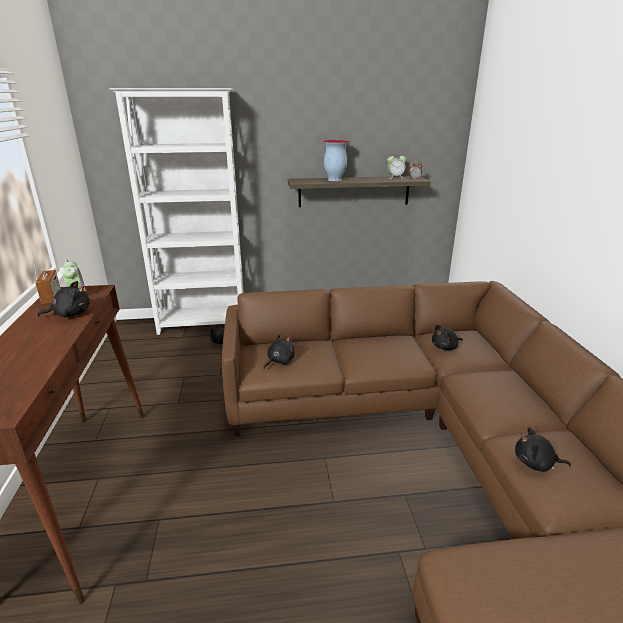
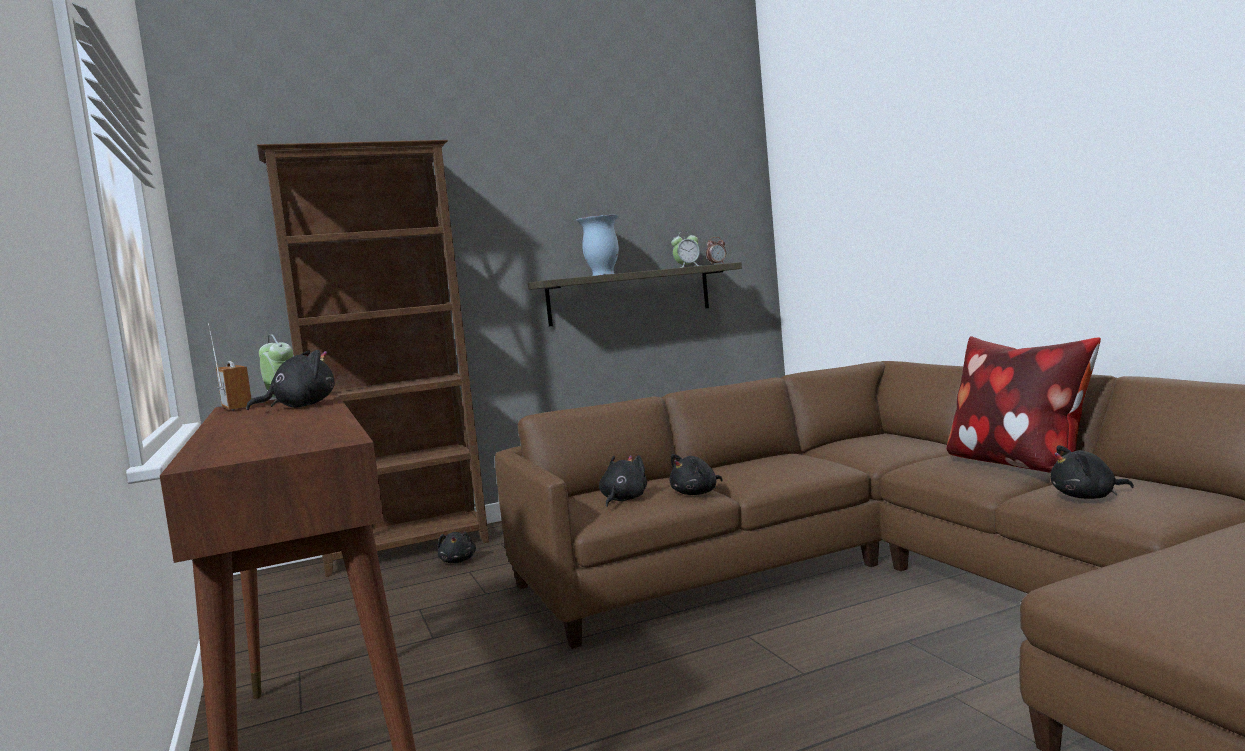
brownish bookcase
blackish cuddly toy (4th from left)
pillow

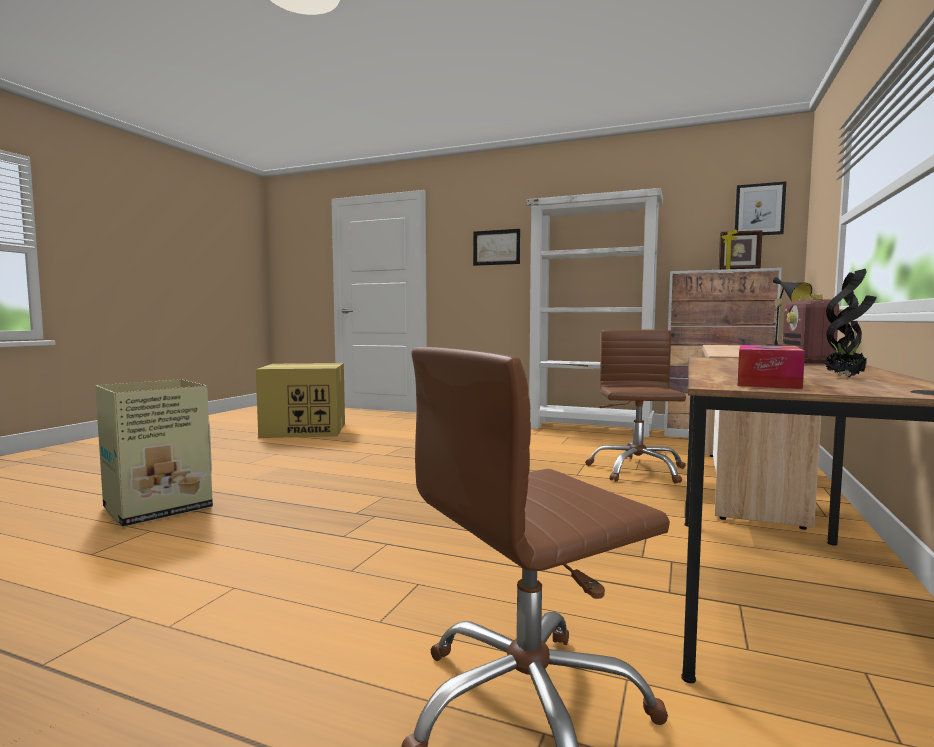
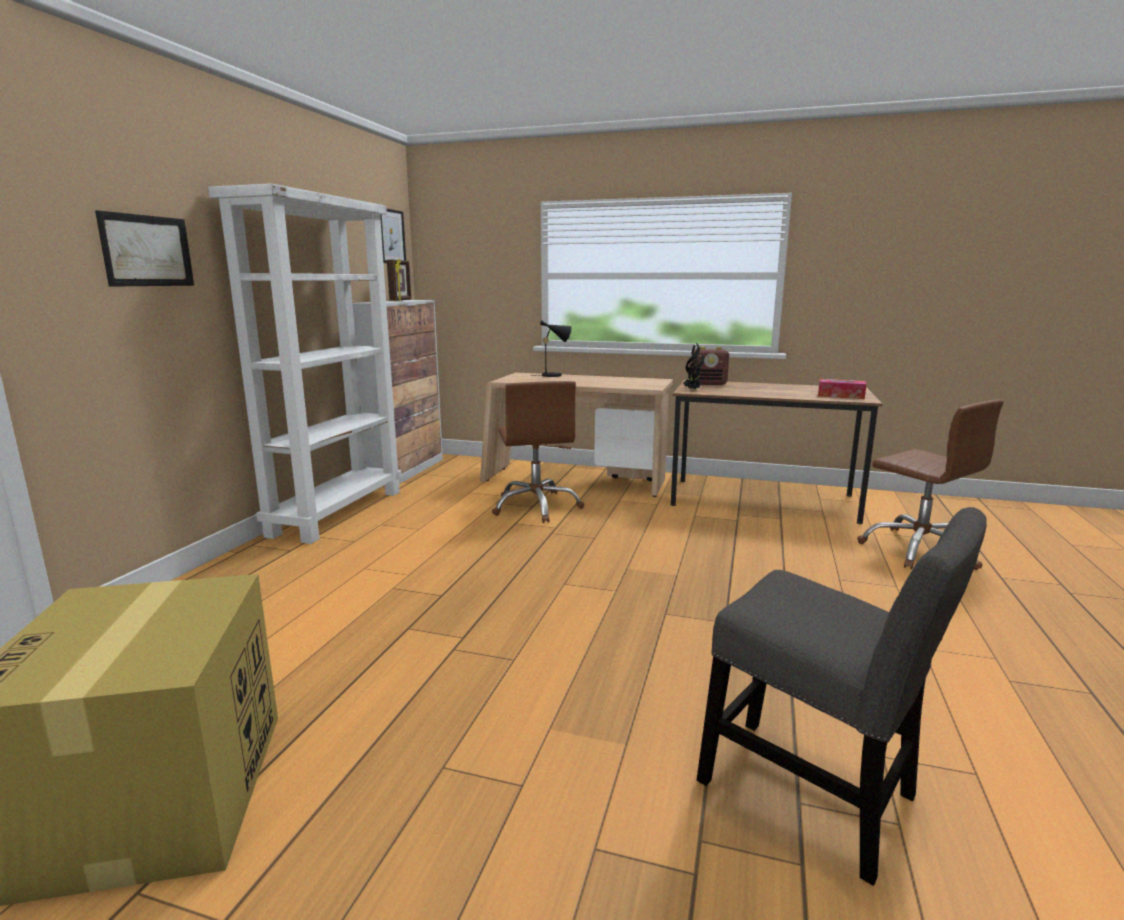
brownish office chair (1st from left)
plant in a pot
greyish upright chair

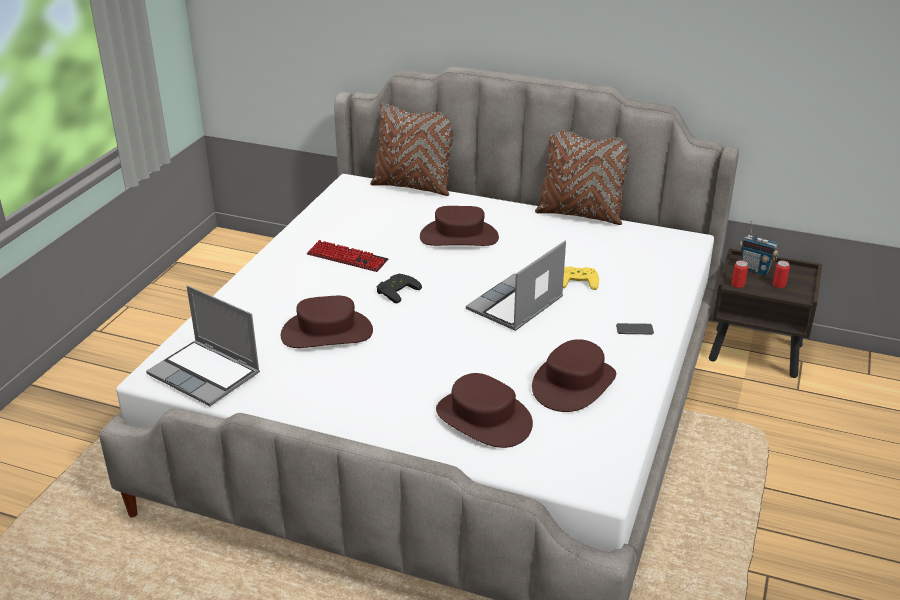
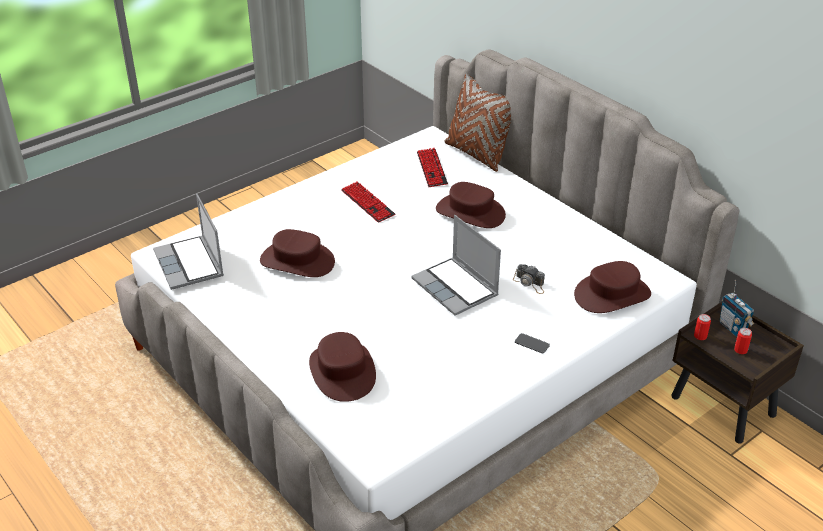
laptop (2nd from left)
keyboard (2nd from left)
still camera
brownish hat (4th from left)
blackish joypad
brownish pillow (2nd from left in the first image)

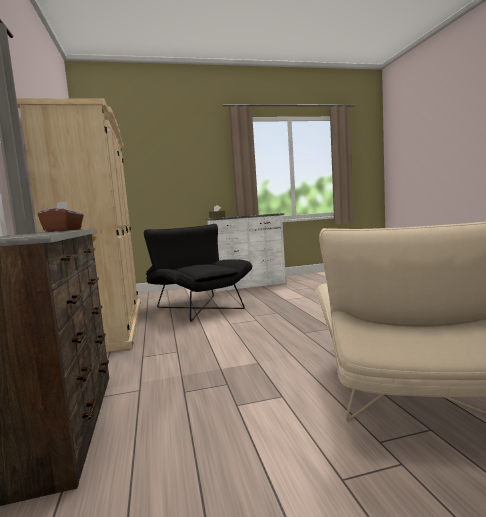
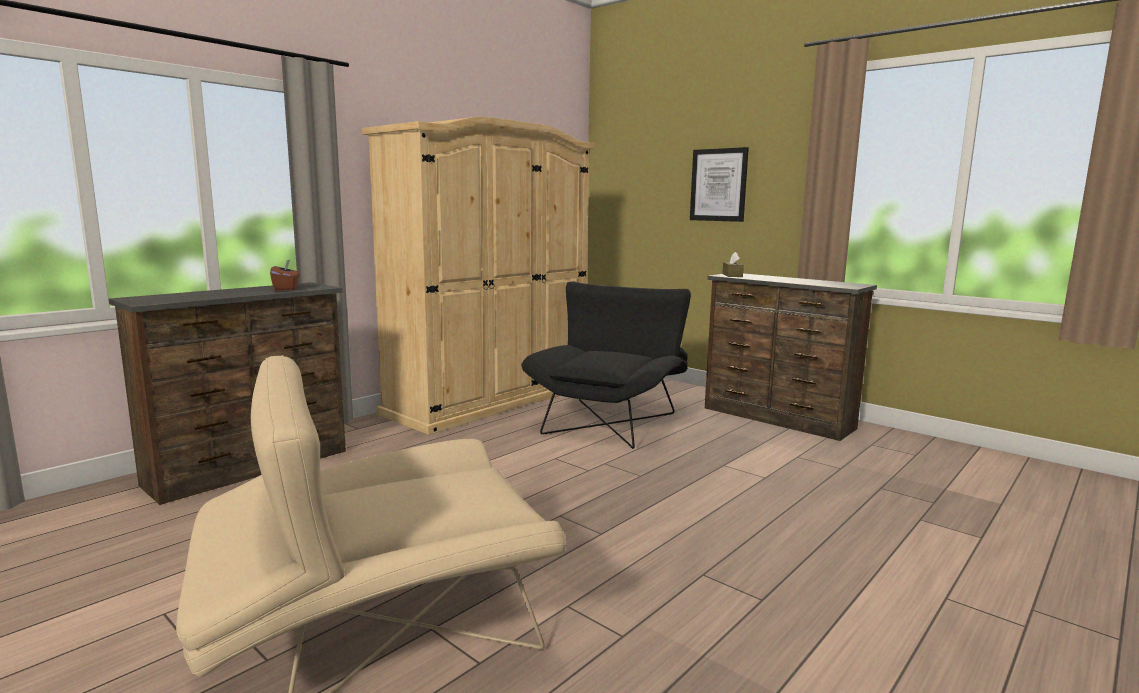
picture
brownish chest of drawers (2nd from left)

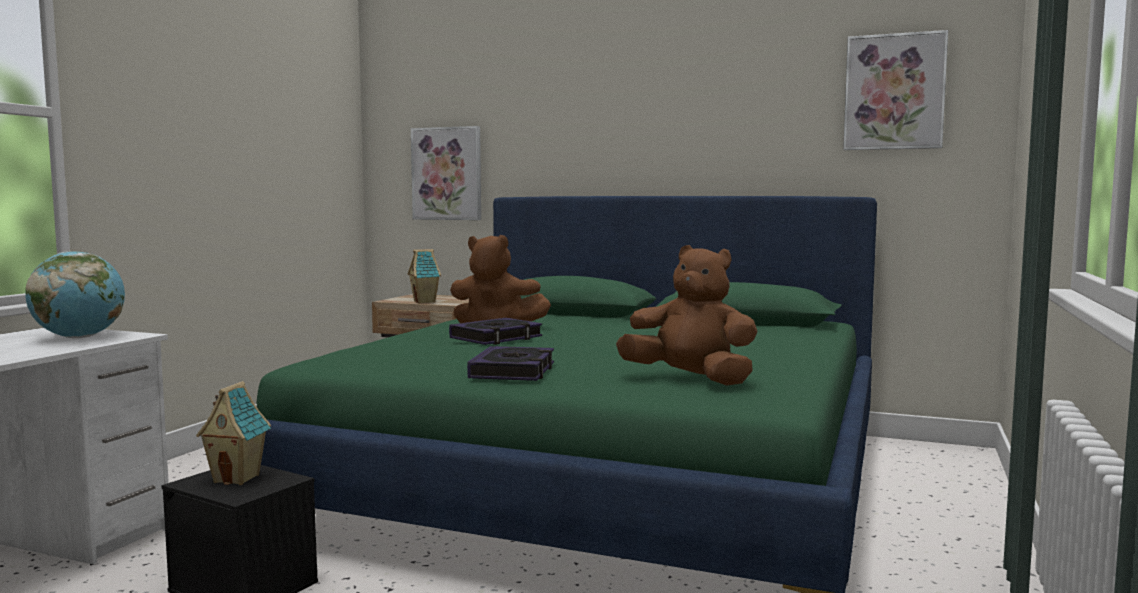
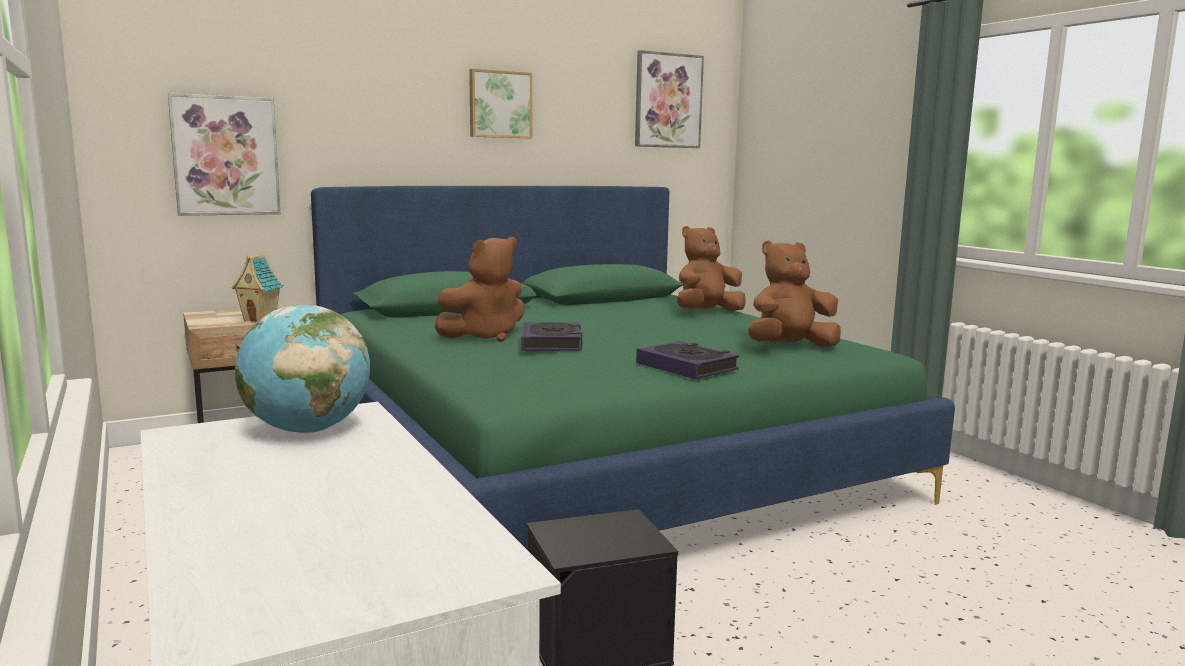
picture (2nd from left)
brownish cuddly toy (2nd from left)
model house (1st from left in the first image)

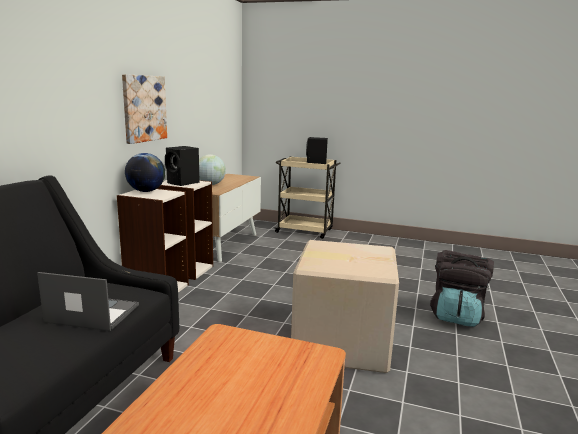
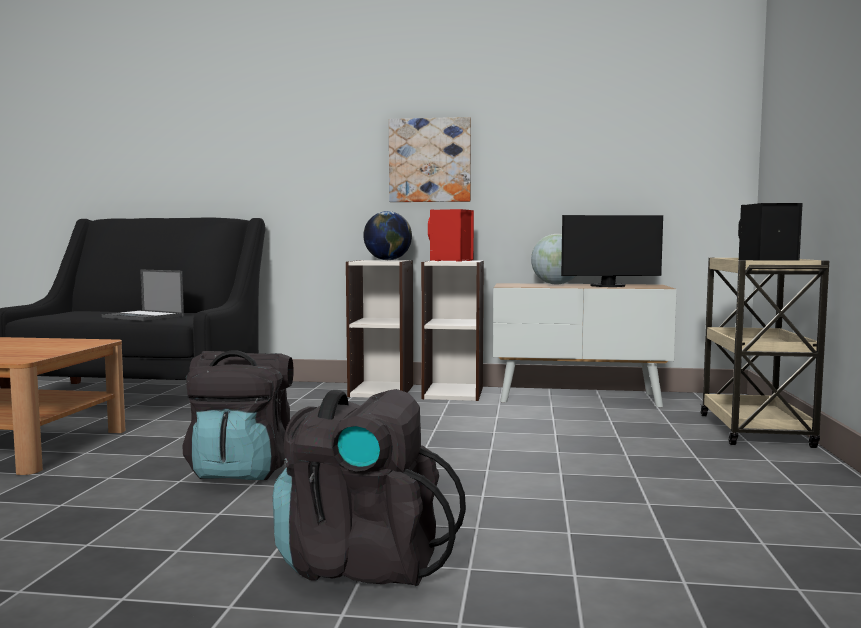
laptop
blackish rucksack (1st from left)
reddish audio speaker
computer screen

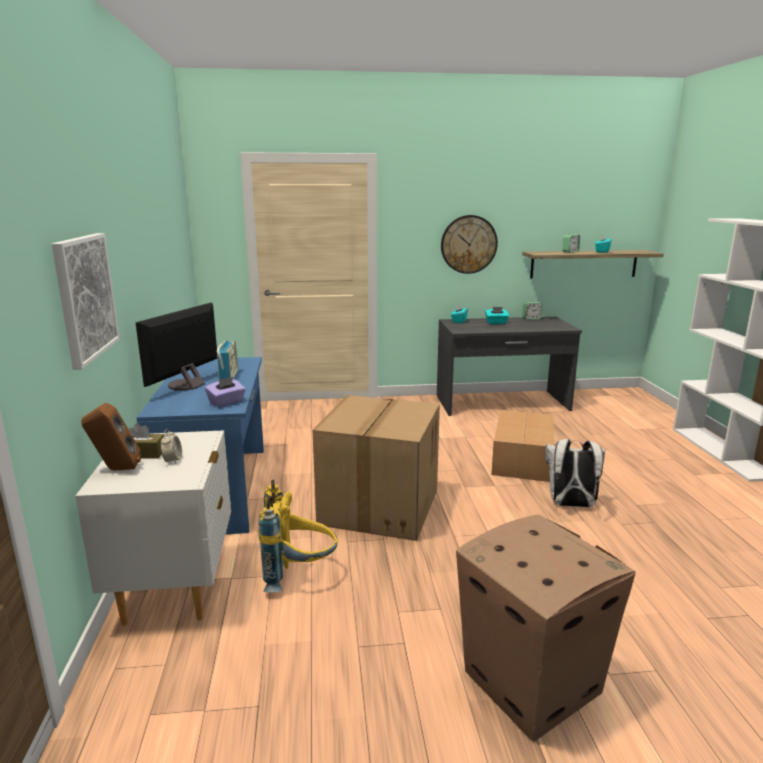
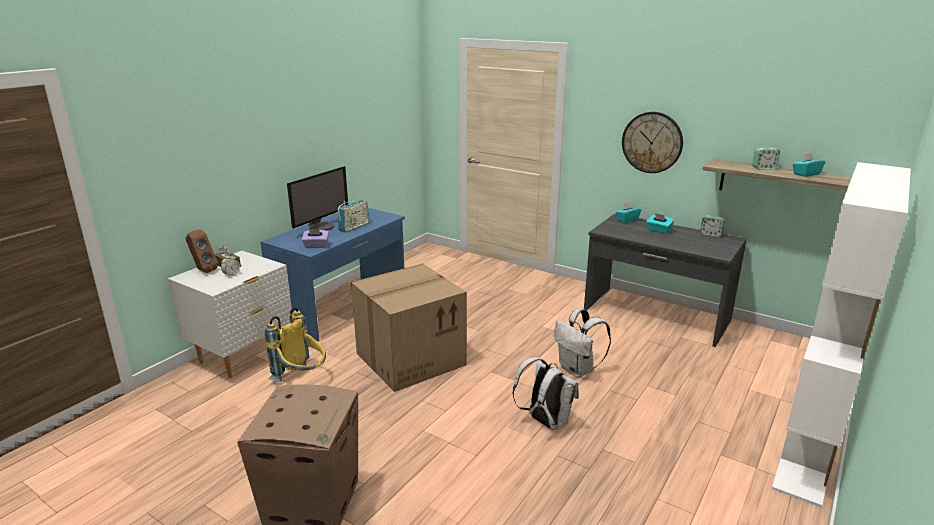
computer screen
white-coloured rucksack (2nd from left)
picture

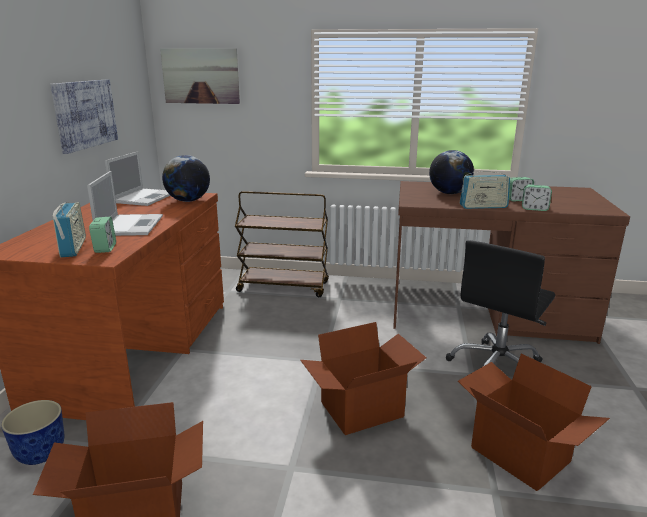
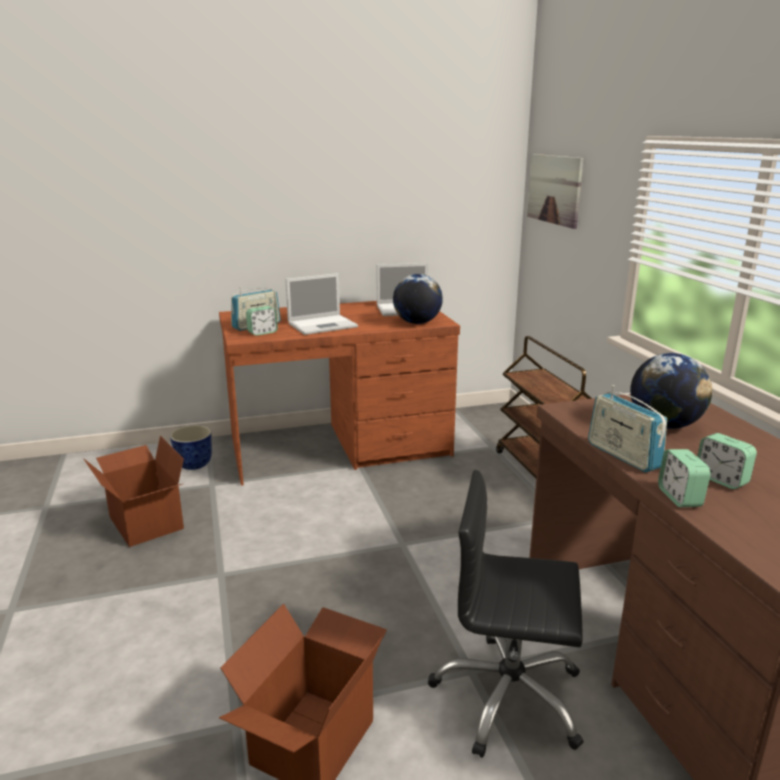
picture (1st from left in the first image)
cardboard box (2nd from left in the first image)

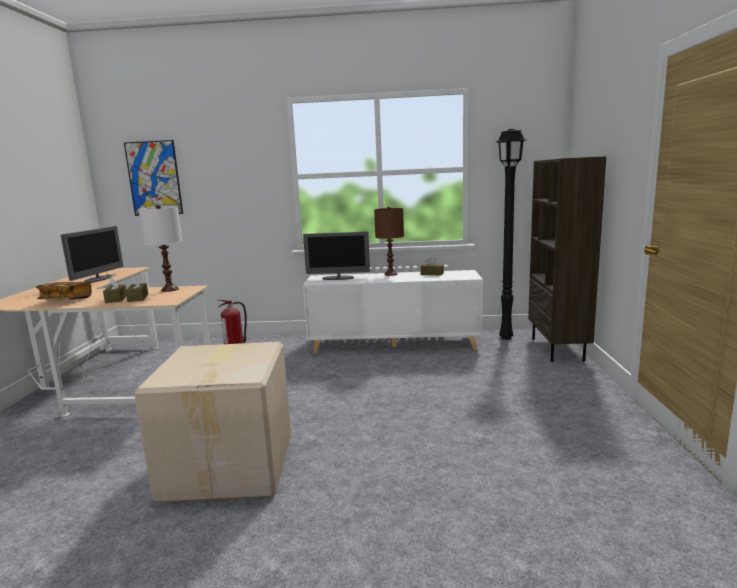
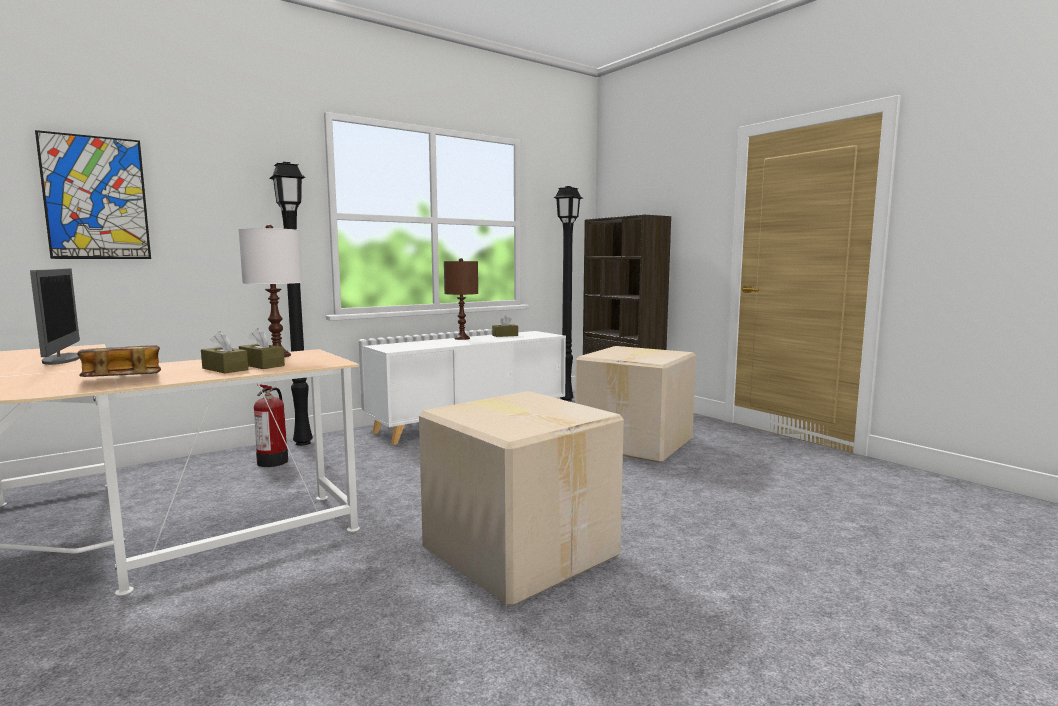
blackish standard lamp (1st from left)
cardboard box (2nd from left)
computer screen (2nd from left in the first image)

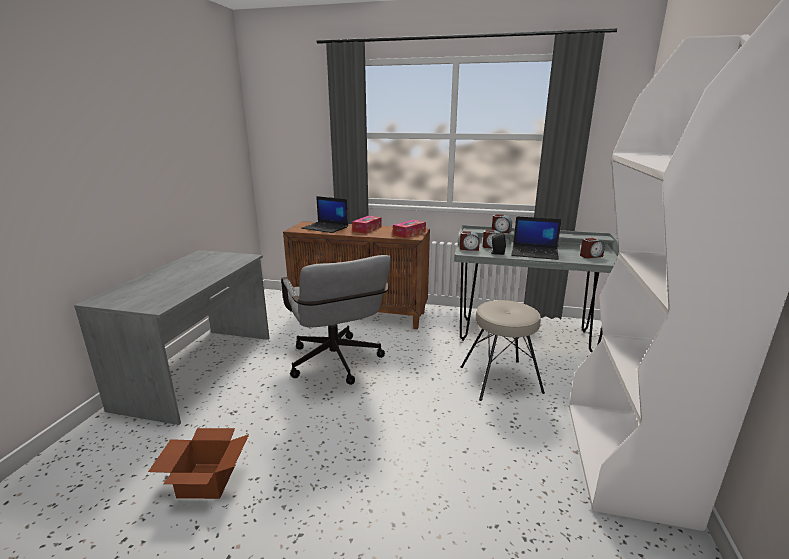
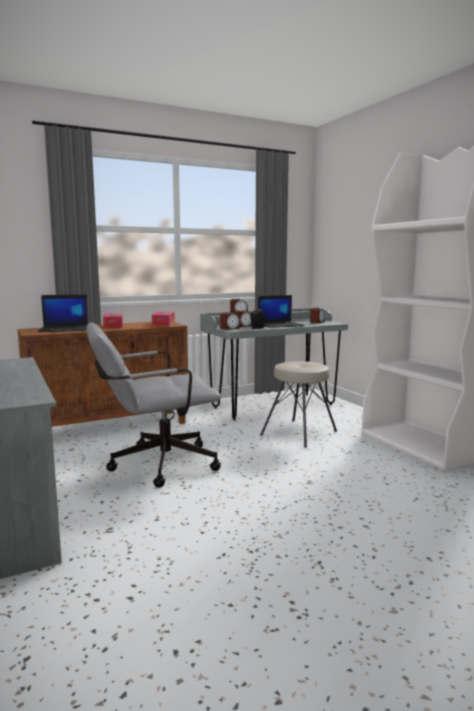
greyish office chair
cardboard box

